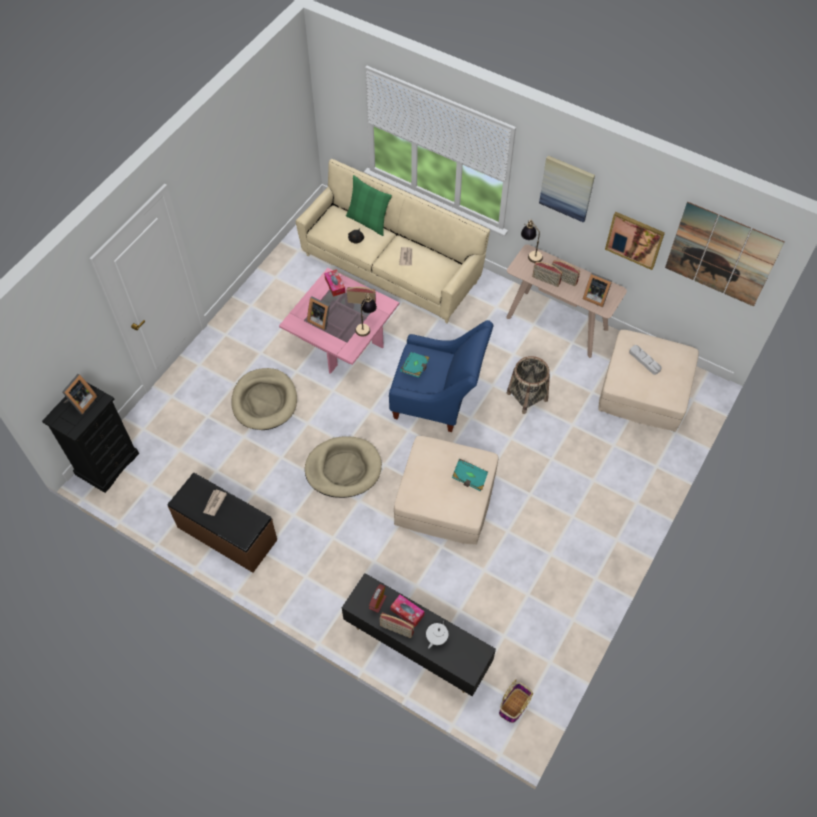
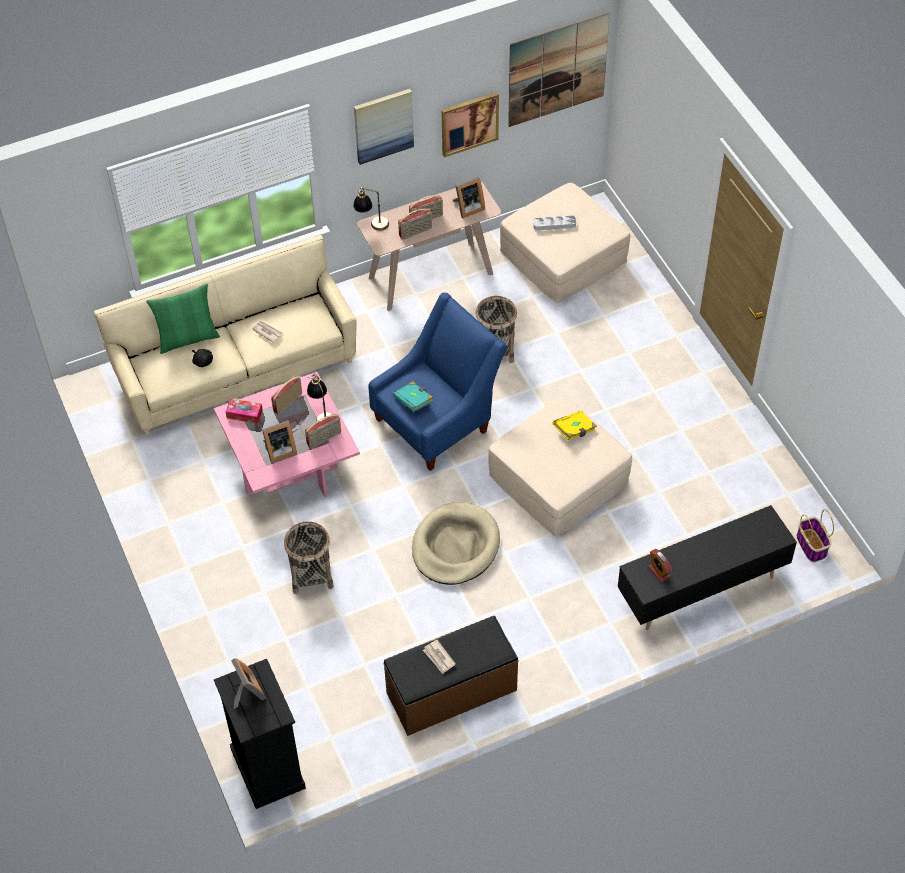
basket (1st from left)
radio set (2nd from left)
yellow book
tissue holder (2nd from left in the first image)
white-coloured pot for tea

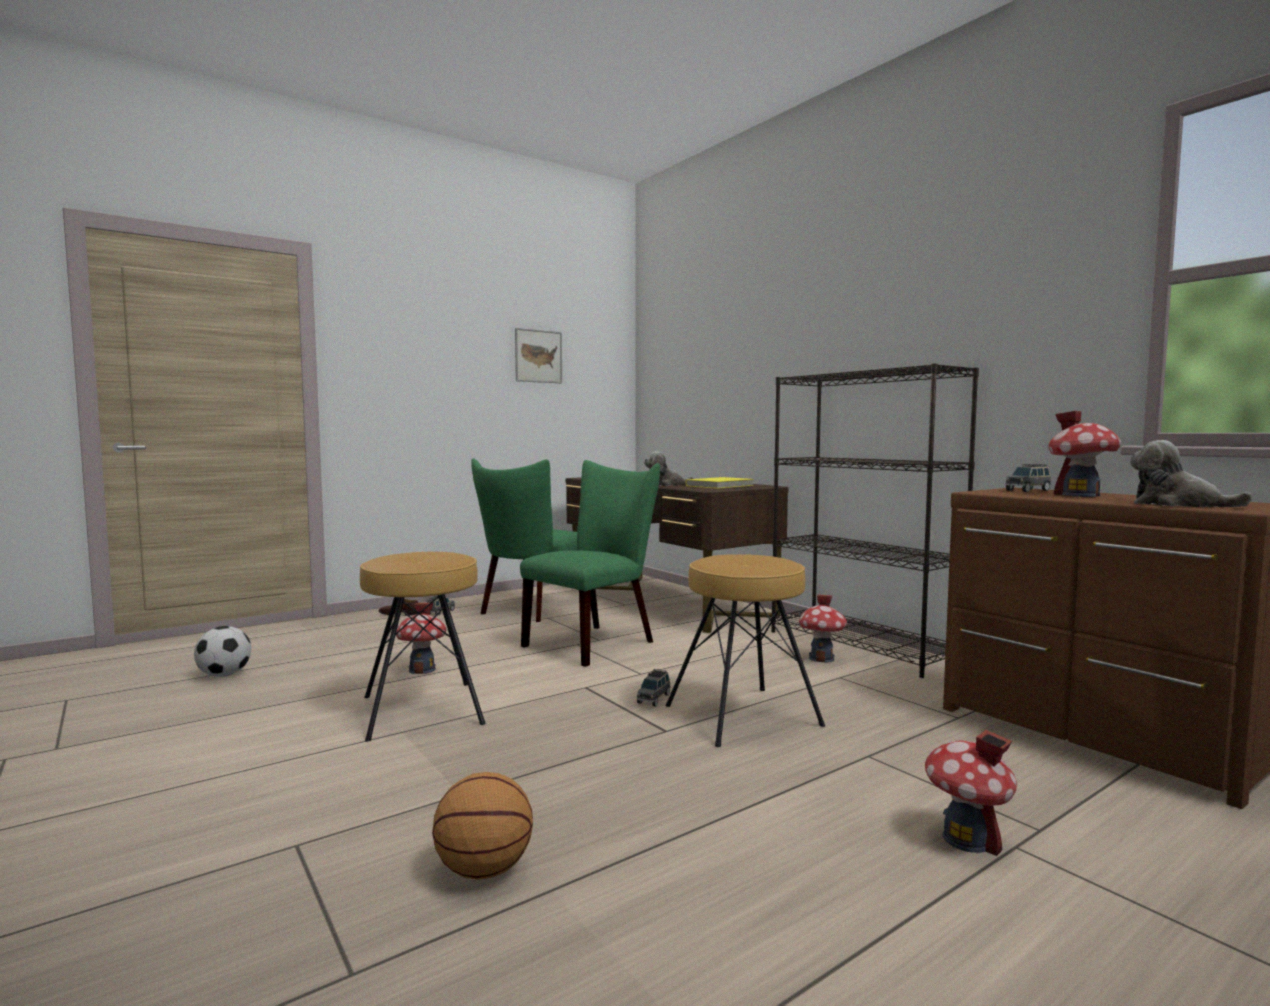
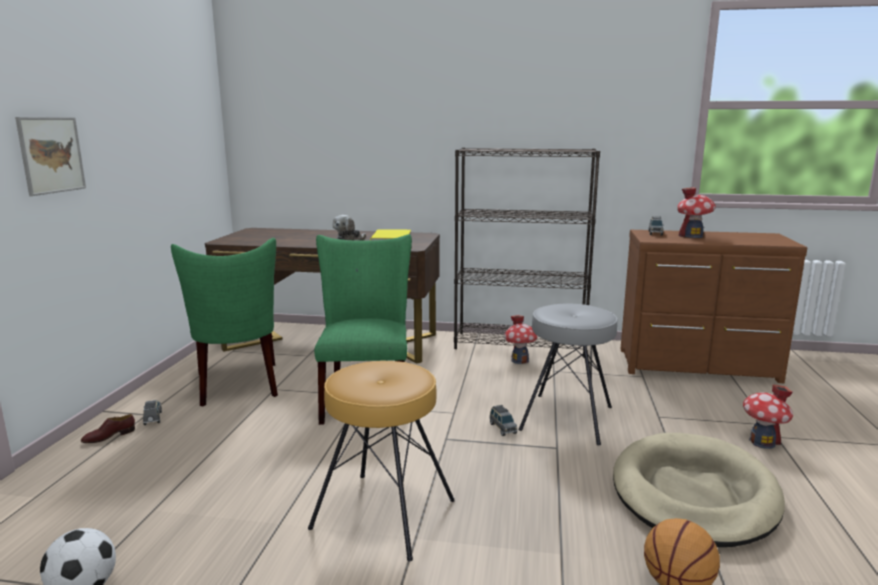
picture
greyish sitting stool
beige dog bed
model house (1st from left in the first image)
cuddly toy (2nd from left in the first image)

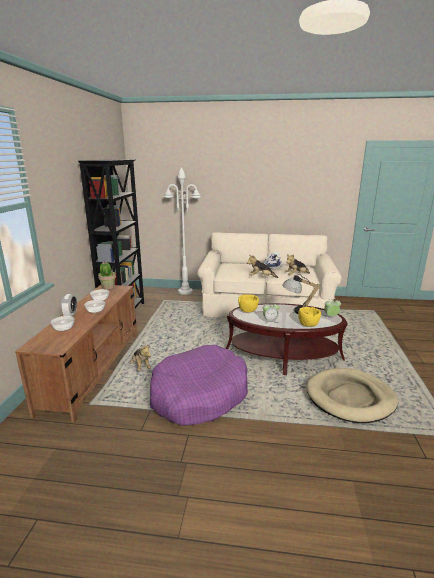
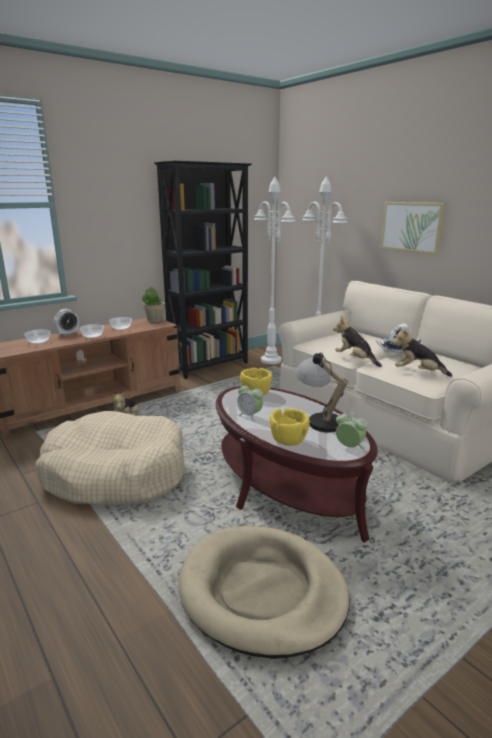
beige dog bed (1st from left)
white-coloured standard lamp (1st from left)
picture

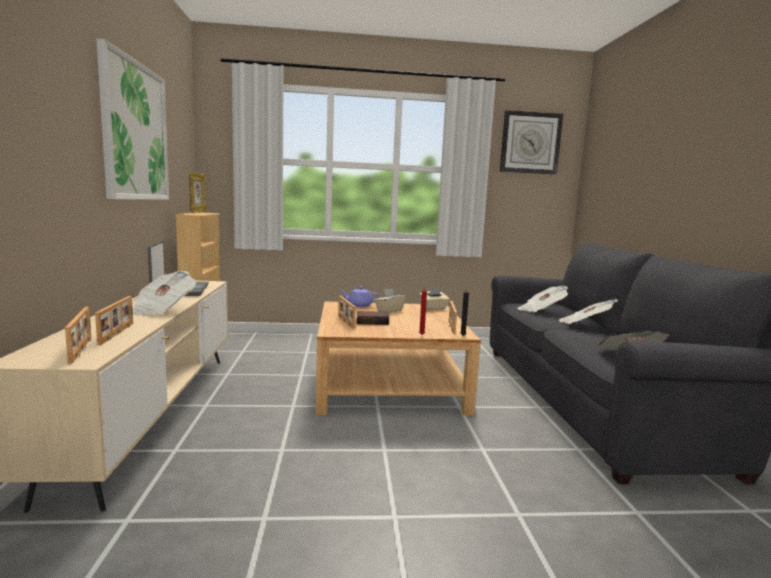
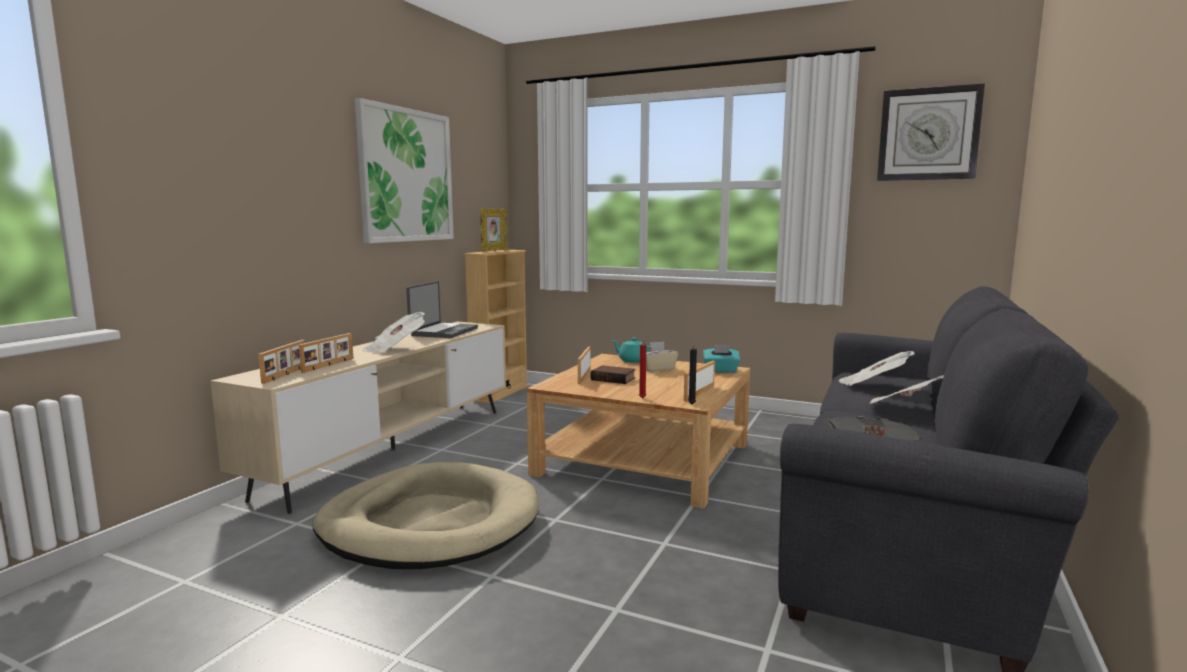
beige dog bed
turquoise-coloured pot for tea
turquoise-coloured tissue holder

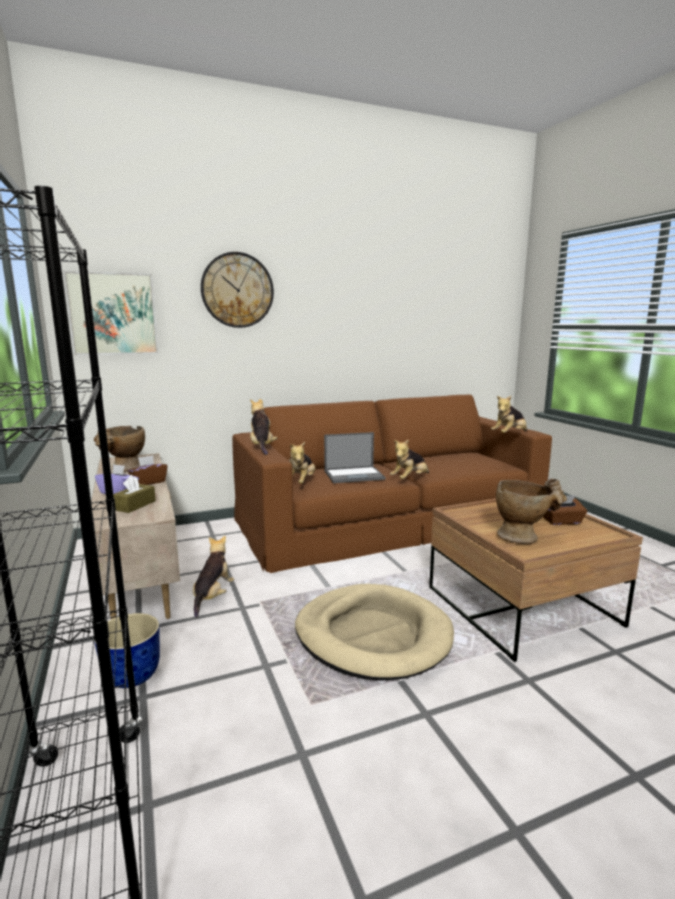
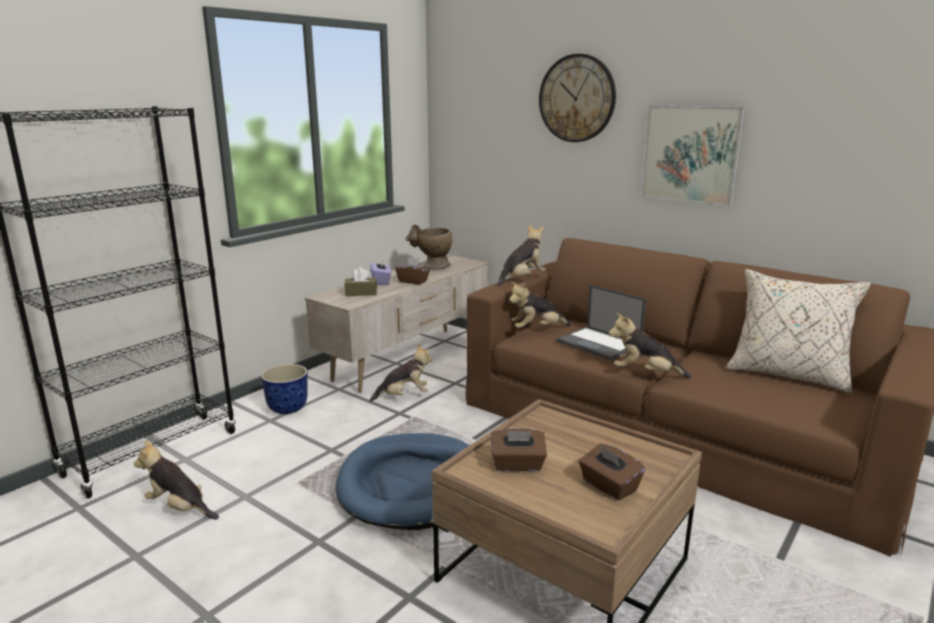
cuddly toy (1st from left)
blue dog bed
brownish tissue holder (3rd from left)
picture
beige pillow

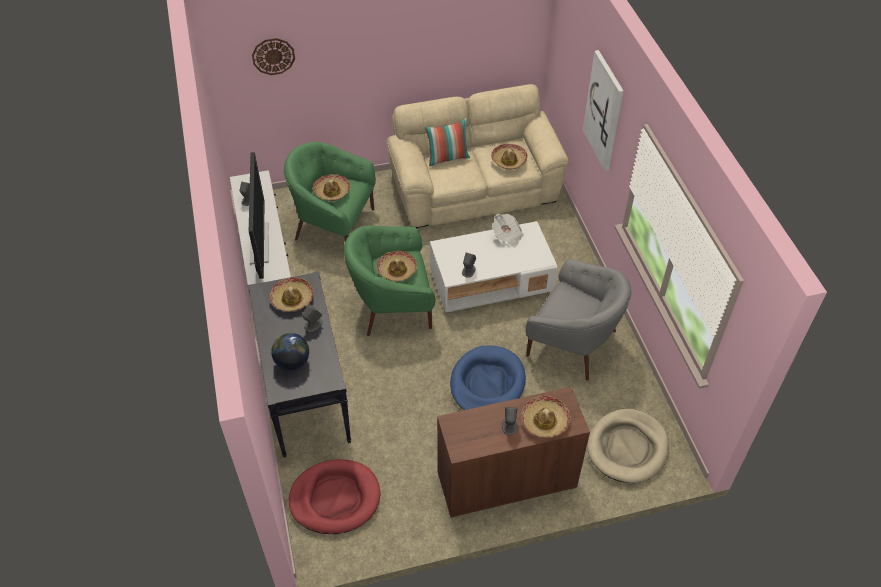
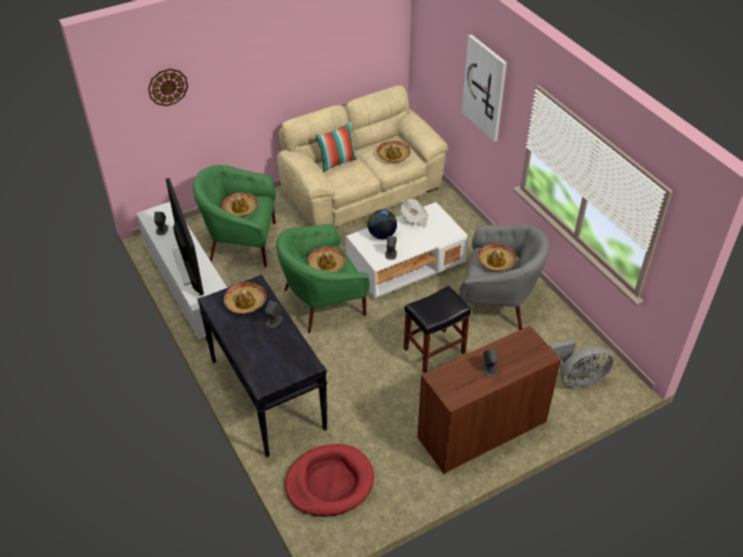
globe
blackish sitting stool
hat (5th from left)
greyish fan

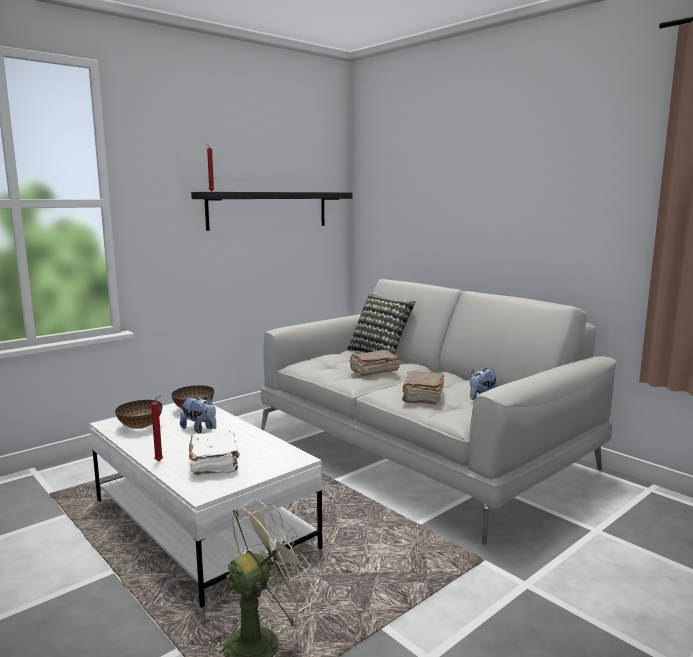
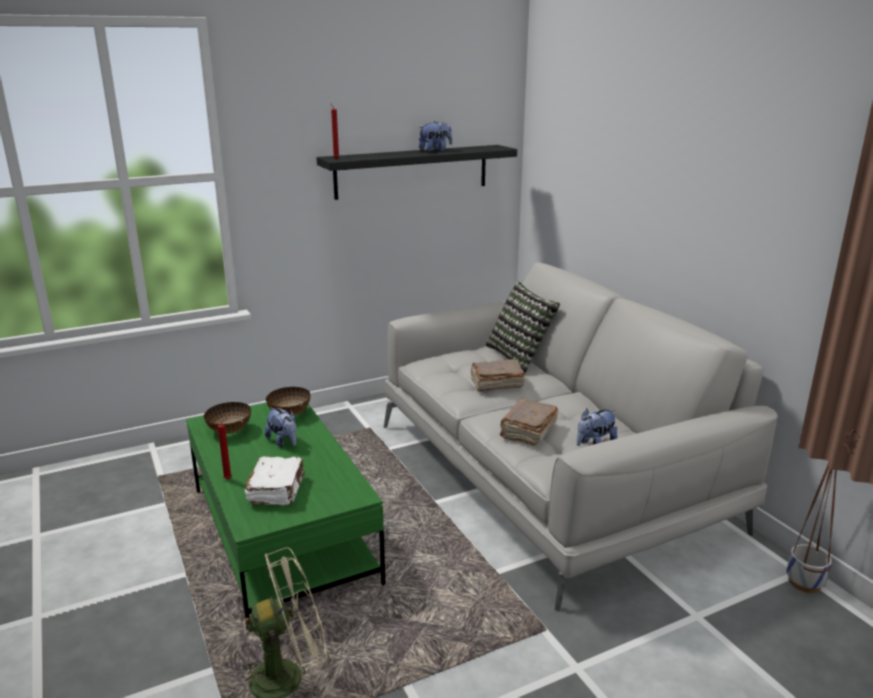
greenish coffee table
cuddly toy (2nd from left)
plant pot

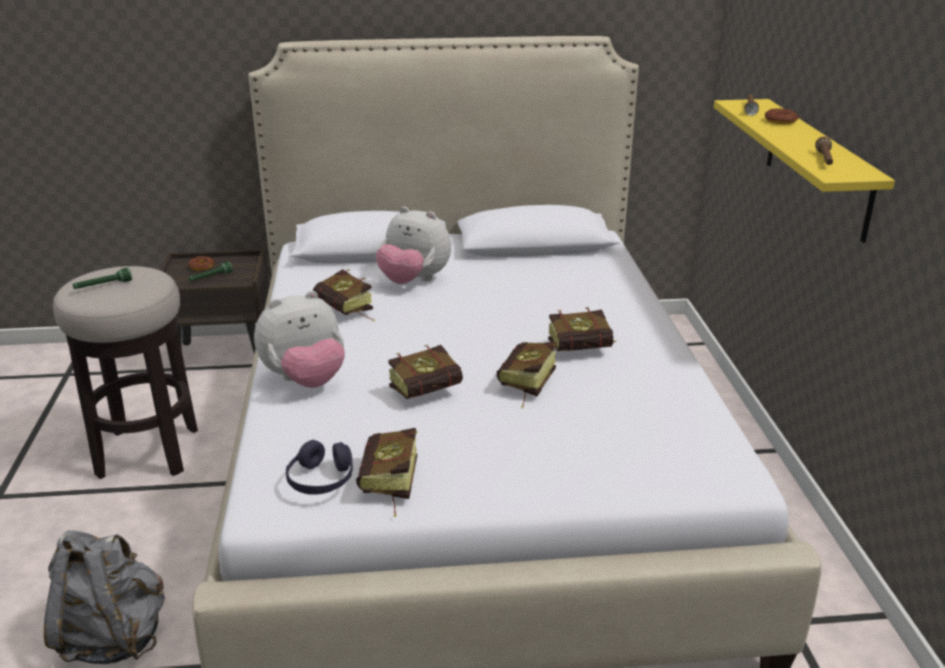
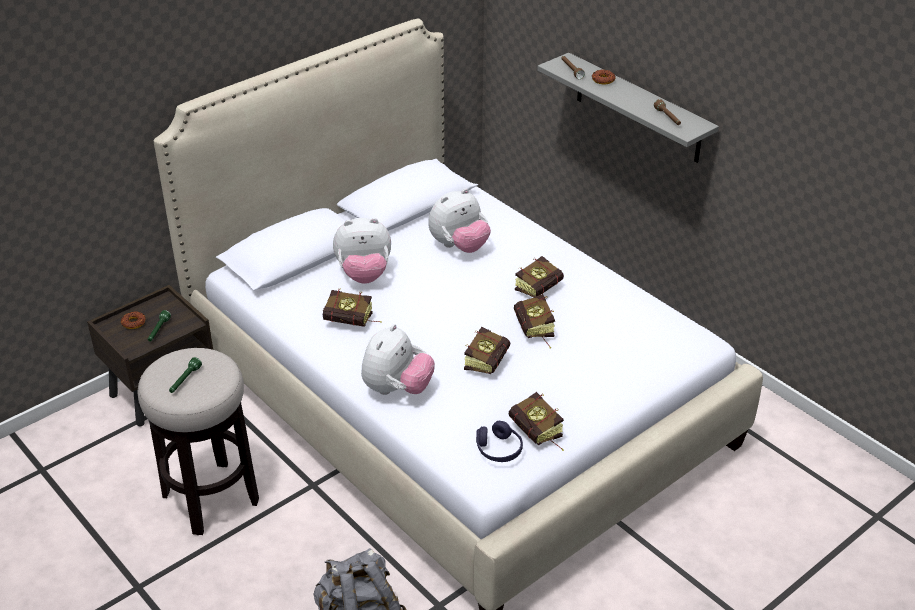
cuddly toy (3rd from left)
greyish shelf

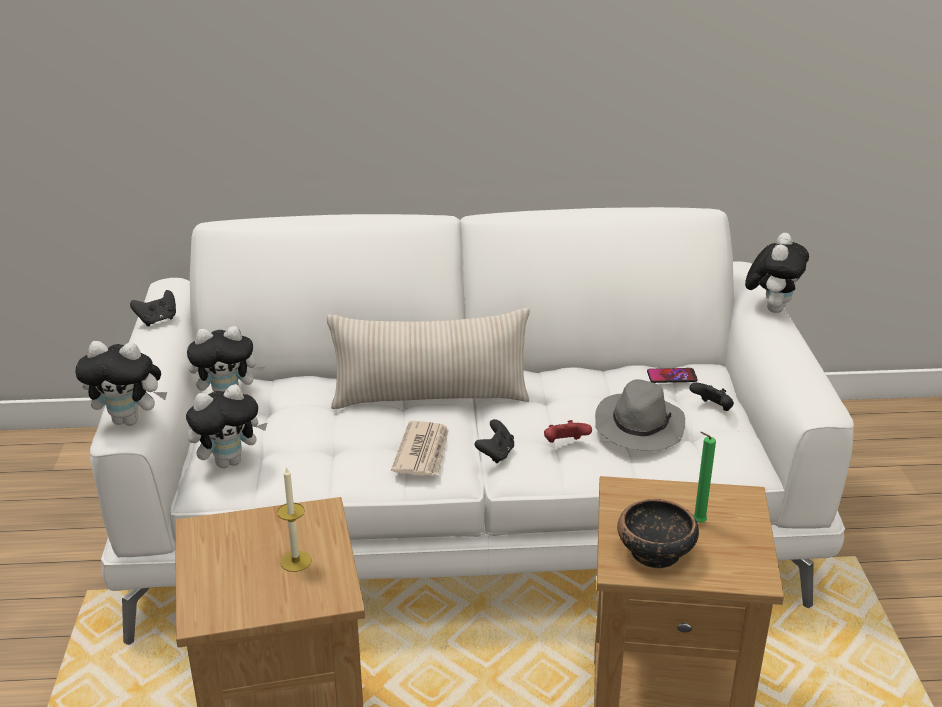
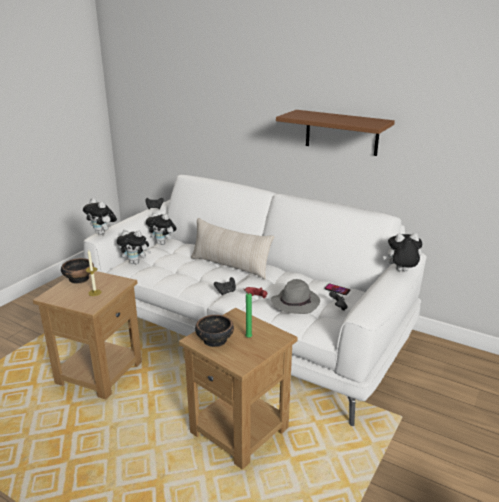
deep dish (1st from left)
brownish shelf
cuddly toy (4th from left)
daily paper

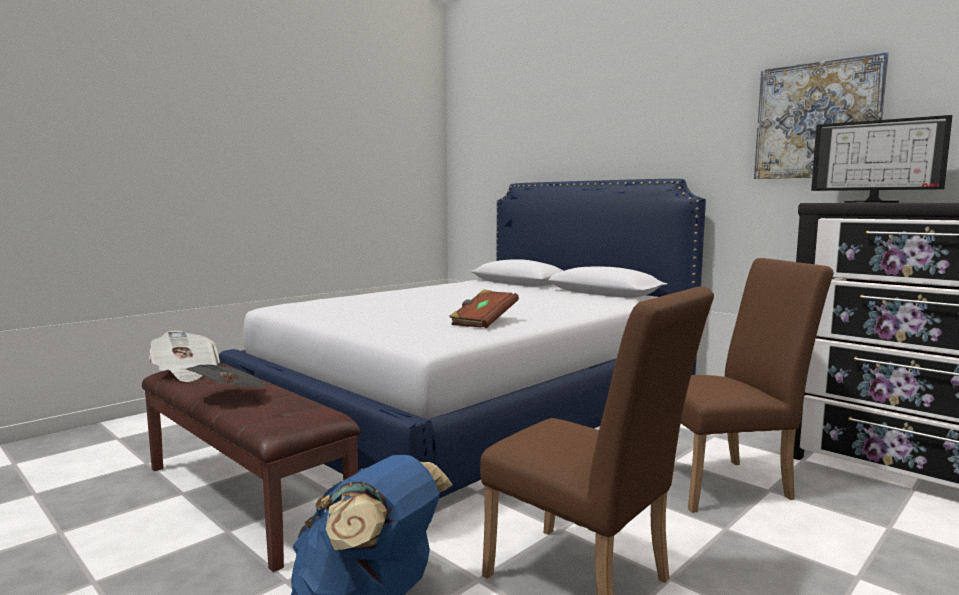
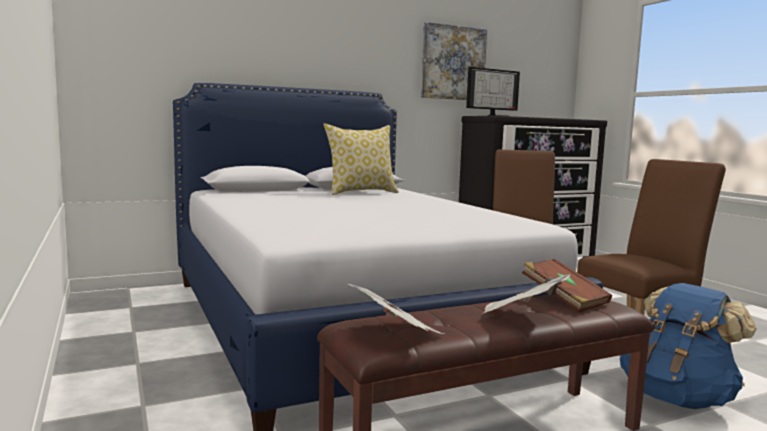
pillow
brownish book

